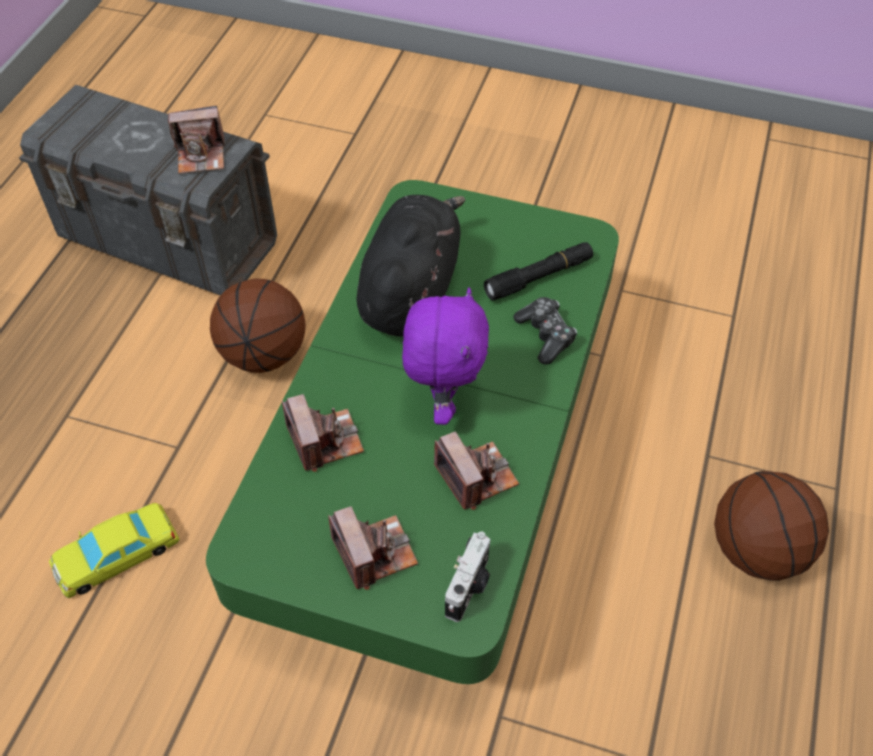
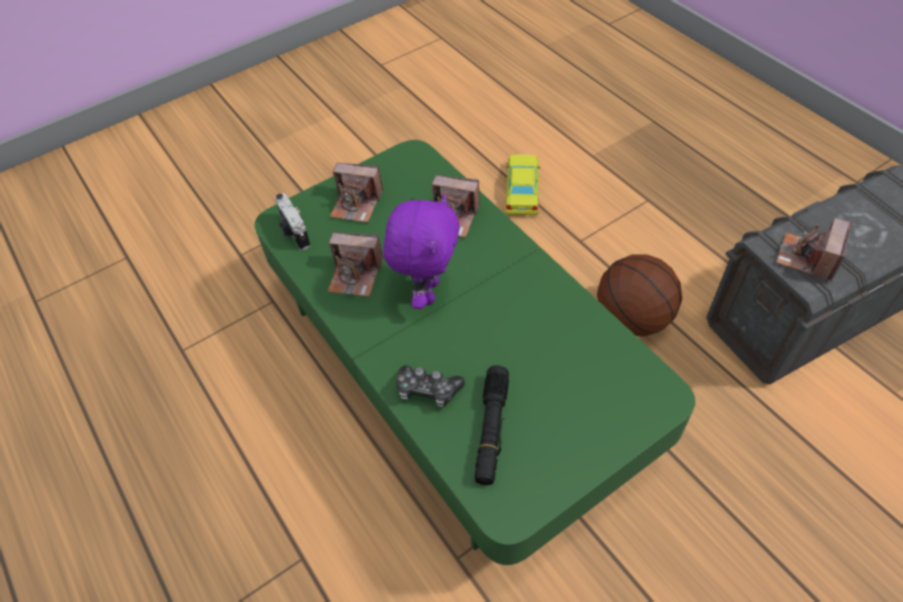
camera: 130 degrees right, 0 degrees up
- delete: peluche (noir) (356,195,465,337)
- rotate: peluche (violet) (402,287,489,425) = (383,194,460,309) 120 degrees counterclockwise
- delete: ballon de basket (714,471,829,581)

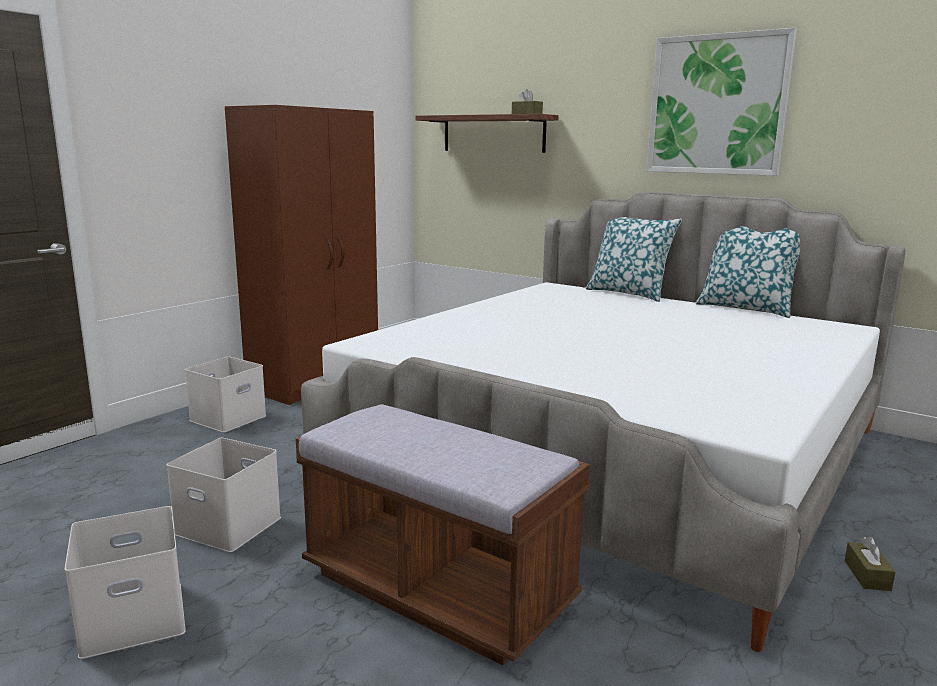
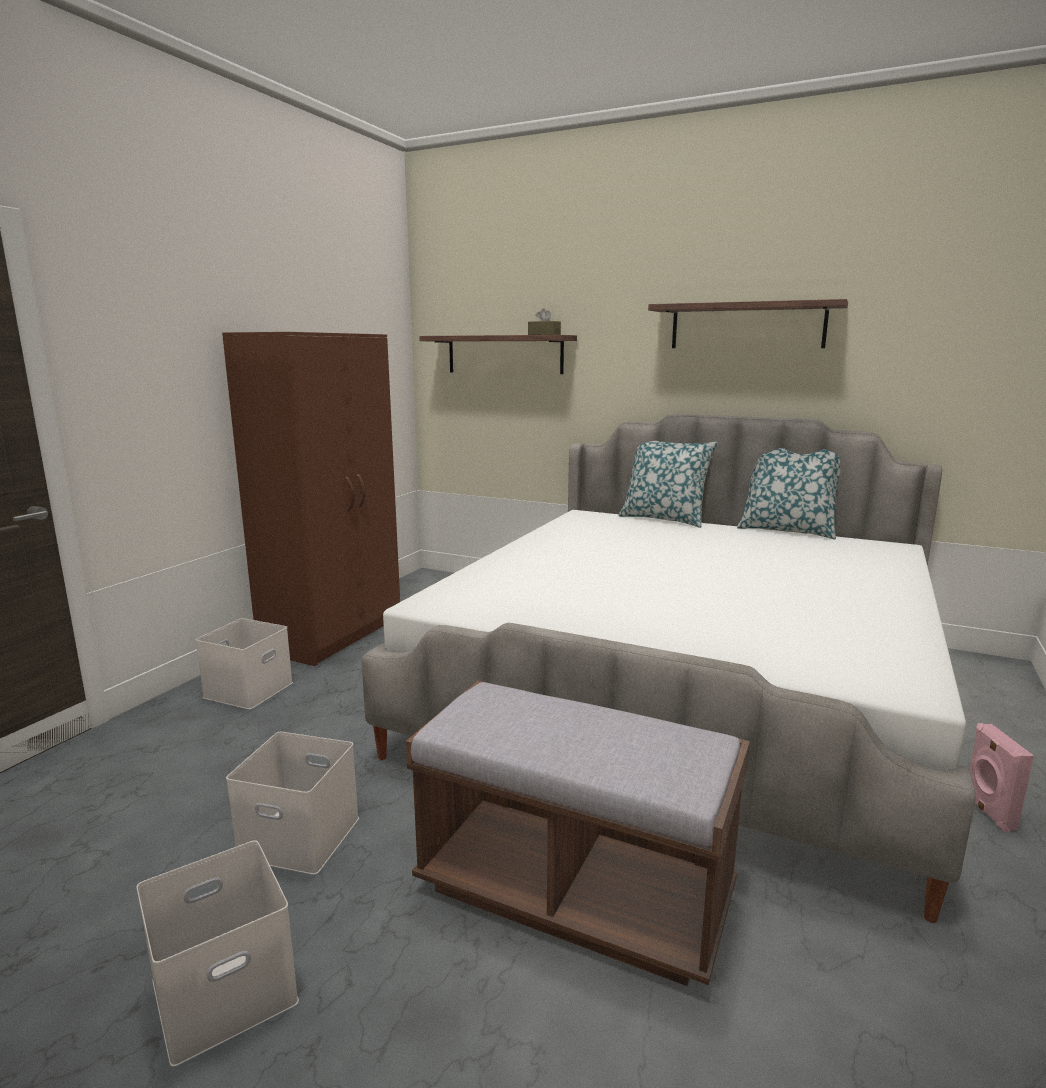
camera: 10 degrees left, 0 degrees up
- replace: tableau (647,28,797,176) to étagère (648,299,848,348)
- replace: boîte à mouchoirs (marron) (845,537,896,591) to enceinte (rose) (969,723,1034,832)

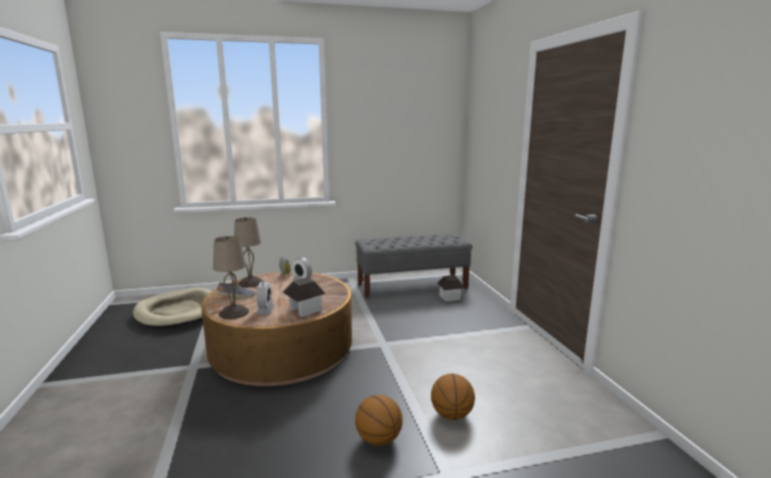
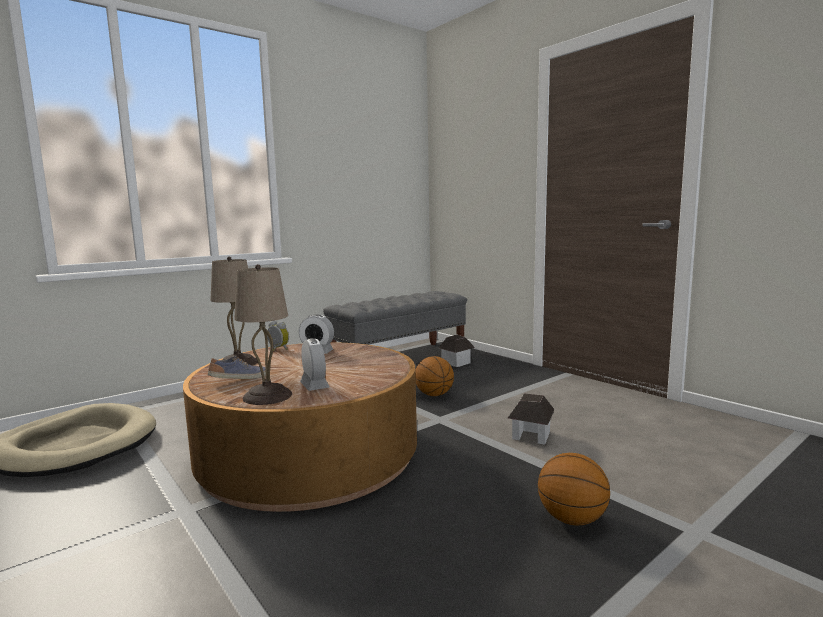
camera: 25 degrees left, 5 degrees down
- move: maison miniature (283,277,325,317) to (508,393,555,445)
- move: ballon de basket (431,374,475,420) to (415,356,454,396)

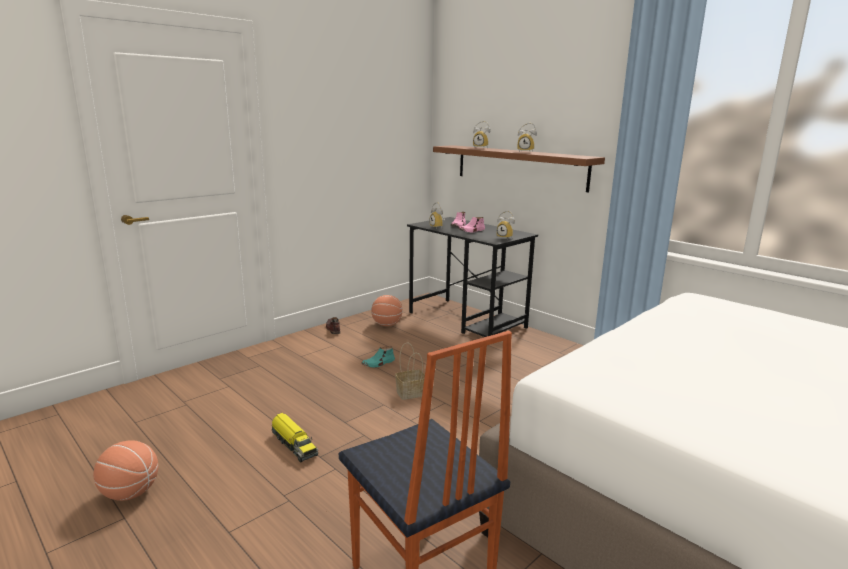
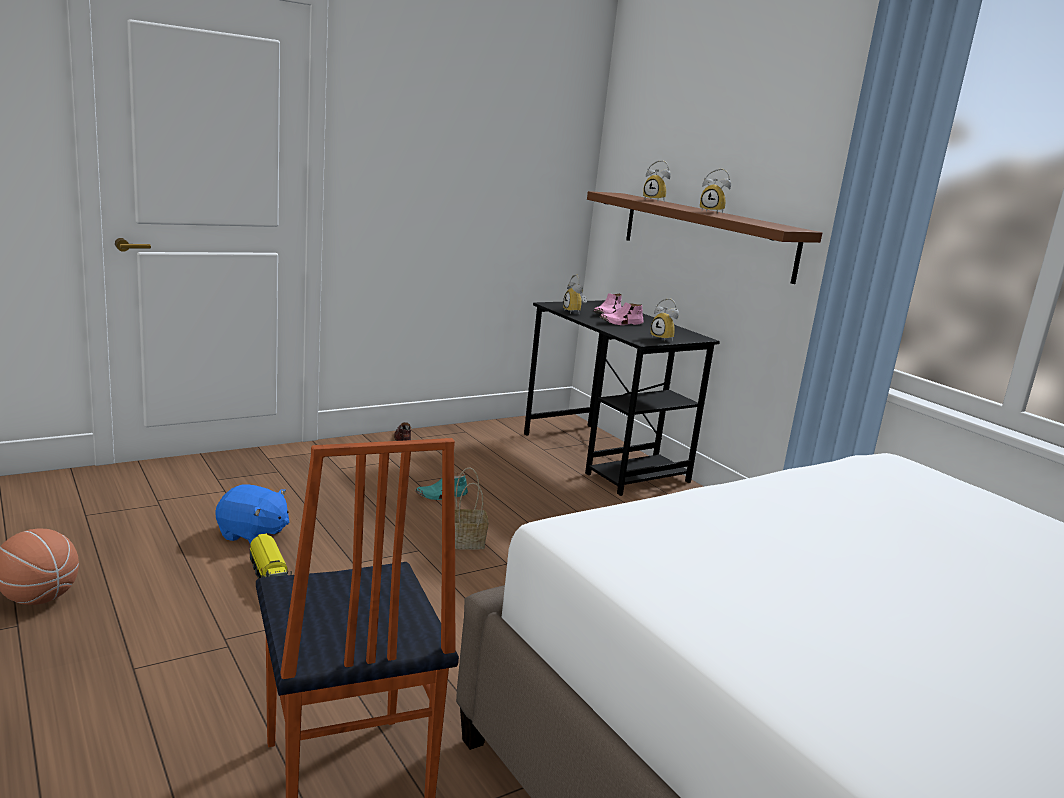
camera: 10 degrees right, 0 degrees up
- delete: ballon de basket (371,295,402,326)
- insert: peluche (bleu) (215,484,289,544)

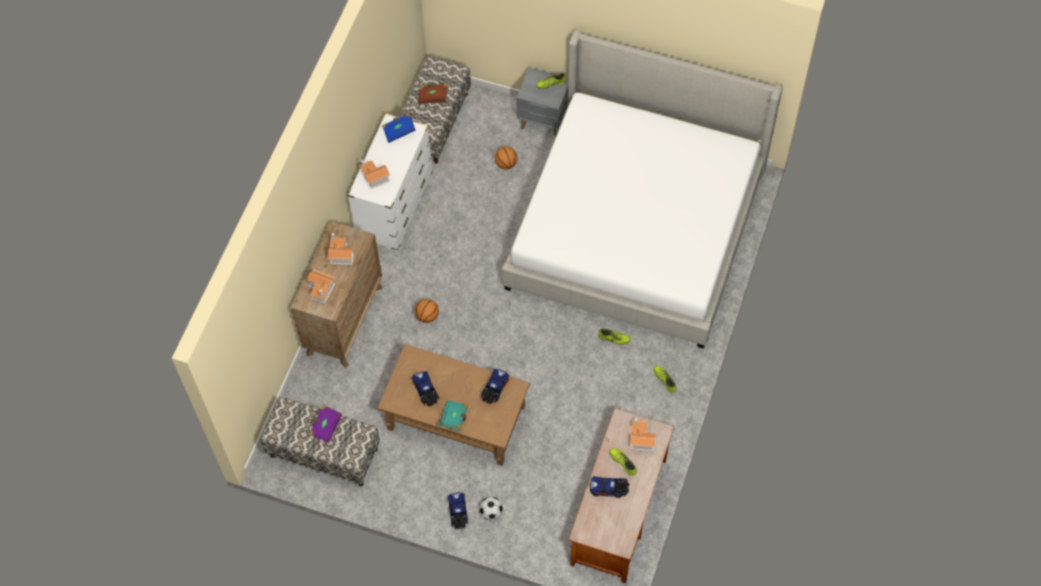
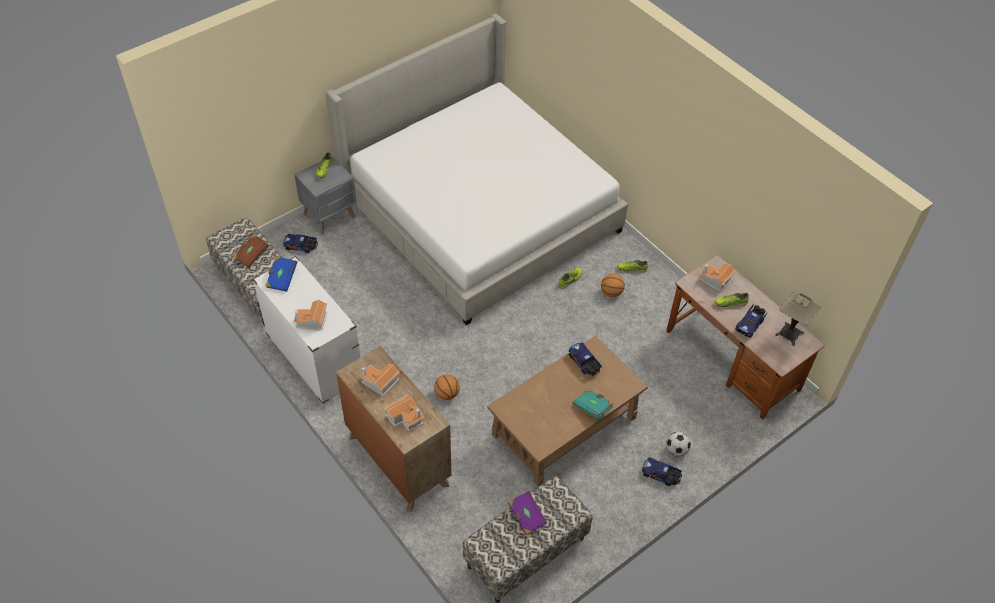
camera: 60 degrees left, 10 degrees down
- move: ballon de basket (495,147,518,170) to (601,274,625,297)
- move: camion jouet (412,371,439,406) to (283,234,318,253)
- insert: lampe de table (775,291,821,346)

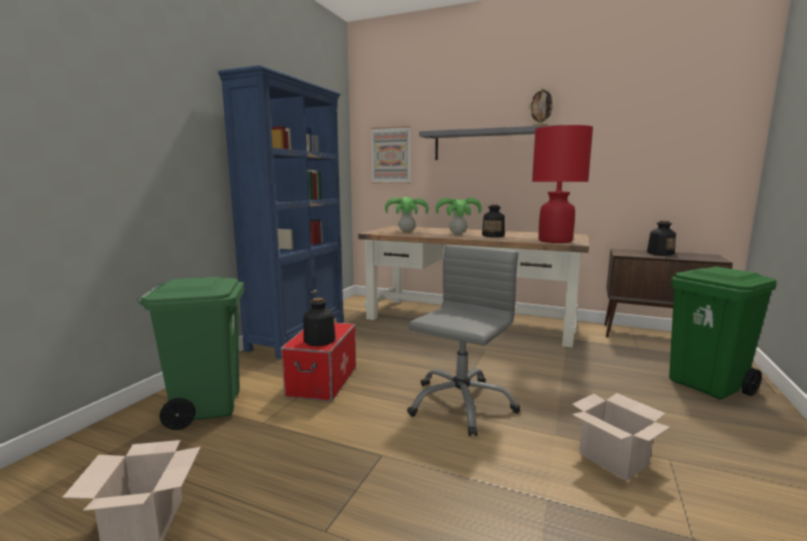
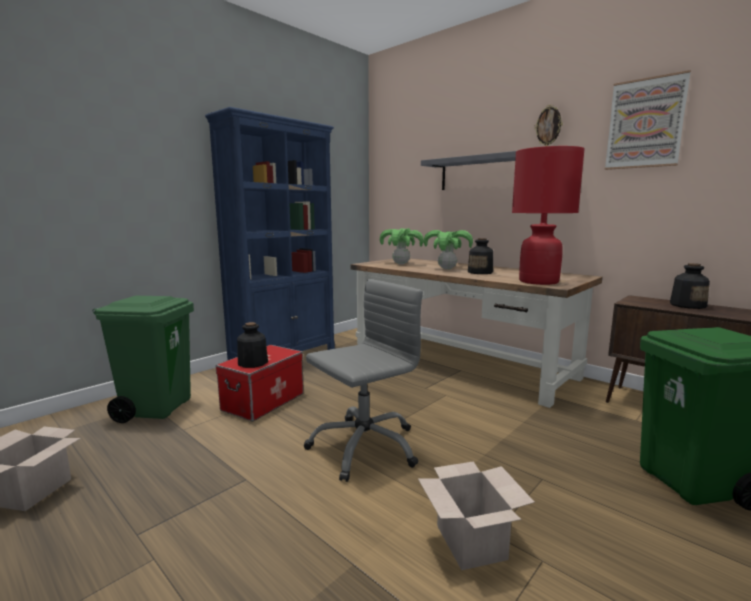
camera: 20 degrees right, 0 degrees up
- move: tableau (371,126,410,184) to (605,70,691,170)

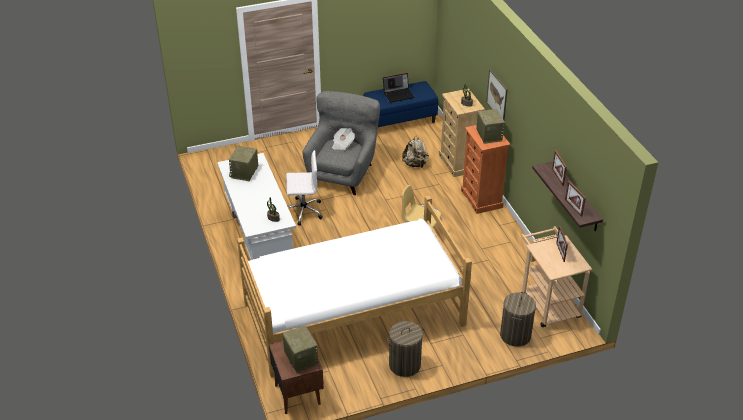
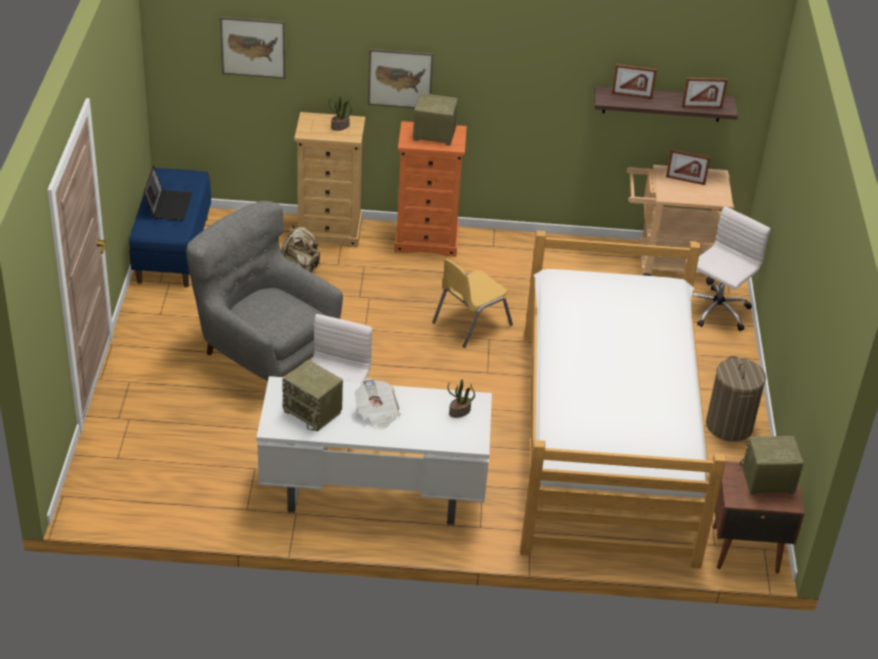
camera: 70 degrees left, 0 degrees up
- move: journal (332,128,355,150) to (354,378,401,430)
- replace: panier à linge (500,292,536,347) to chaise de bureau (blanc) (692,206,770,331)
- insert: tableau (220,17,286,79)

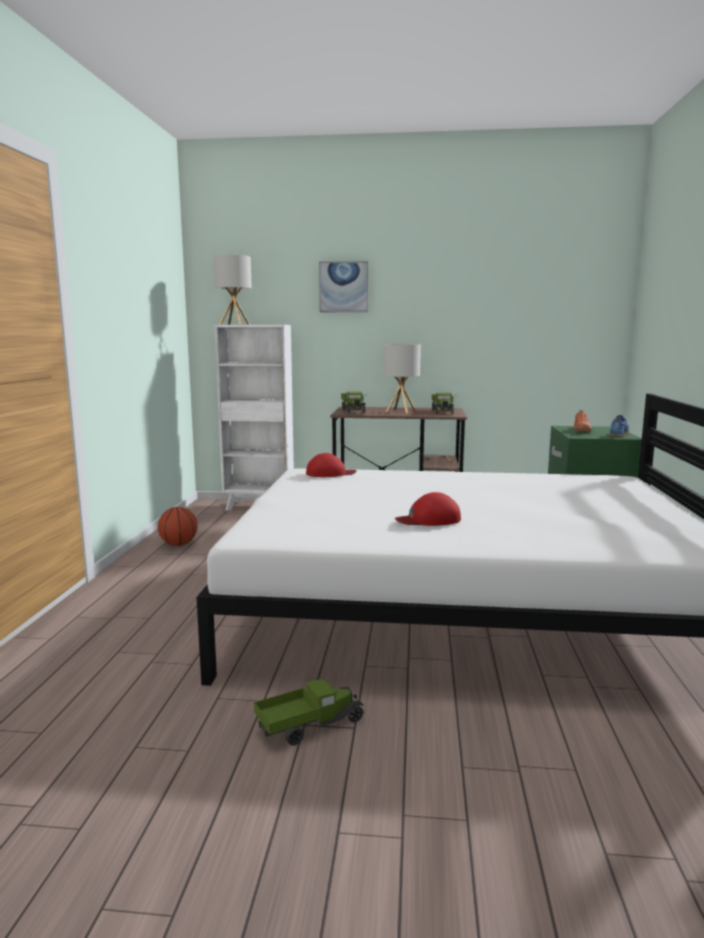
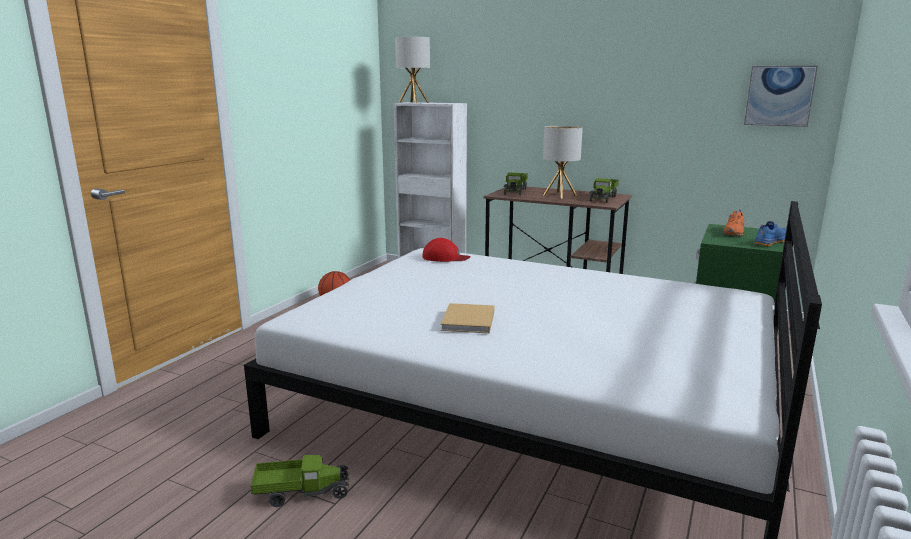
camera: 20 degrees right, 5 degrees up
- move: tableau (319,261,368,312) to (744,66,818,127)
- replace: casquette (rouge) (395,492,461,526) to livre (beige) (441,303,494,333)

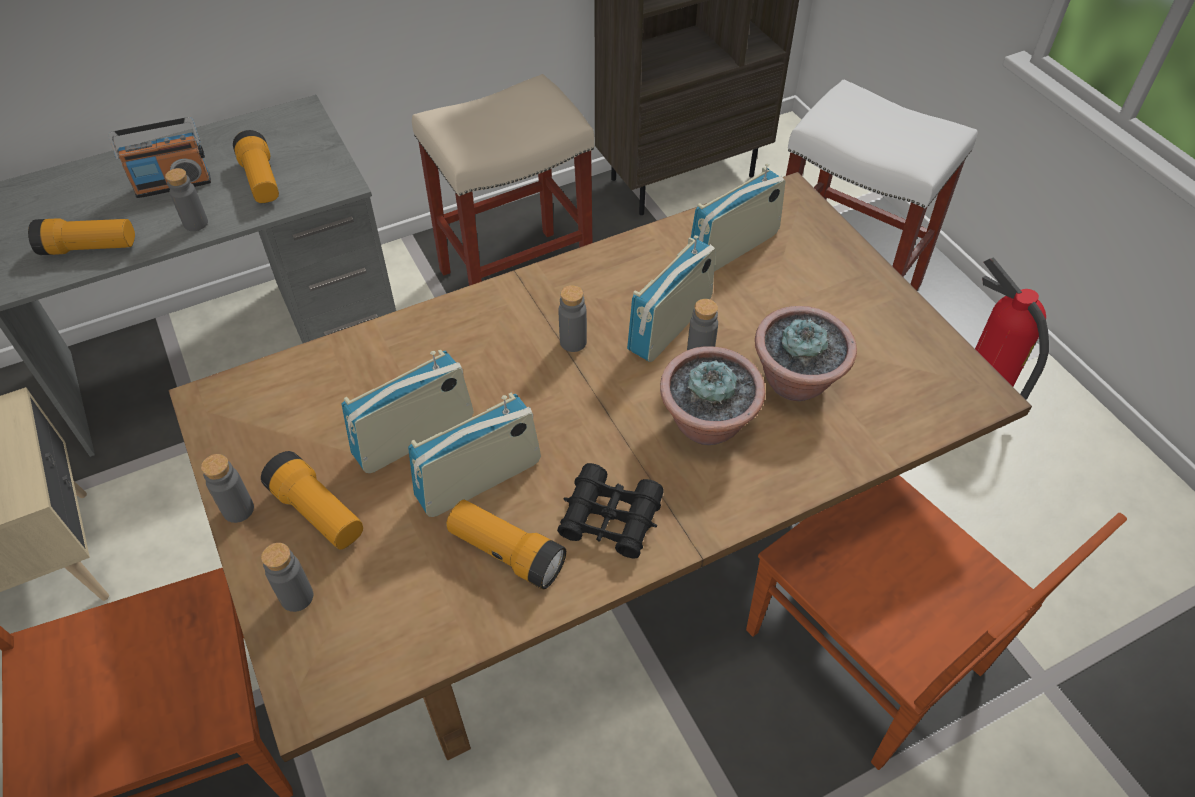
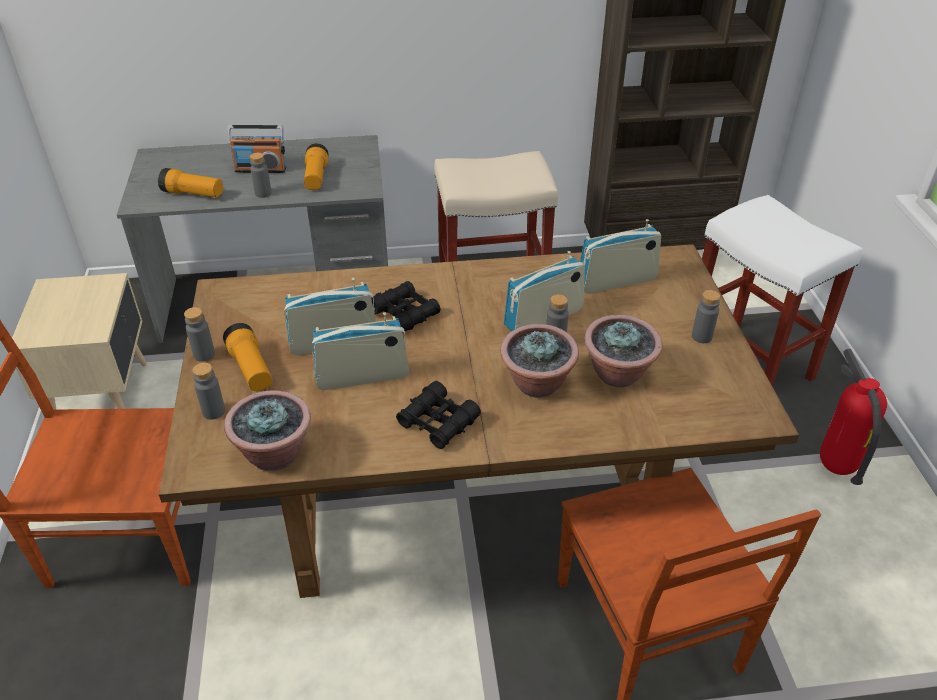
camera: 20 degrees right, 10 degrees down
- move: bouteille (gris) (559,285,587,352) to (692,290,720,343)
- delete: lampe de poche (446,500,566,589)
- insert: jumelles (noir) (371,281,441,333)
- insert: plante en pot (224,391,311,471)

